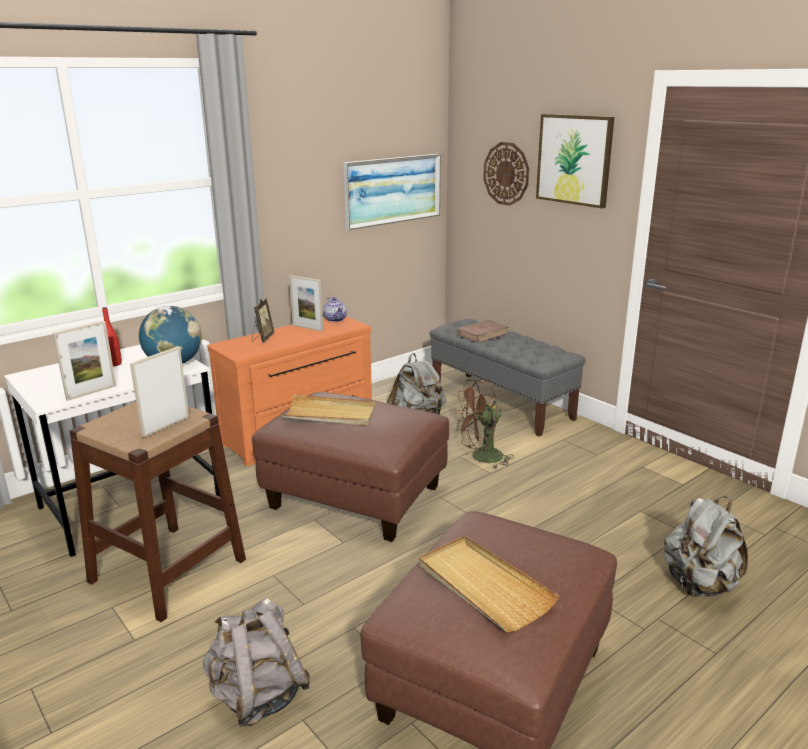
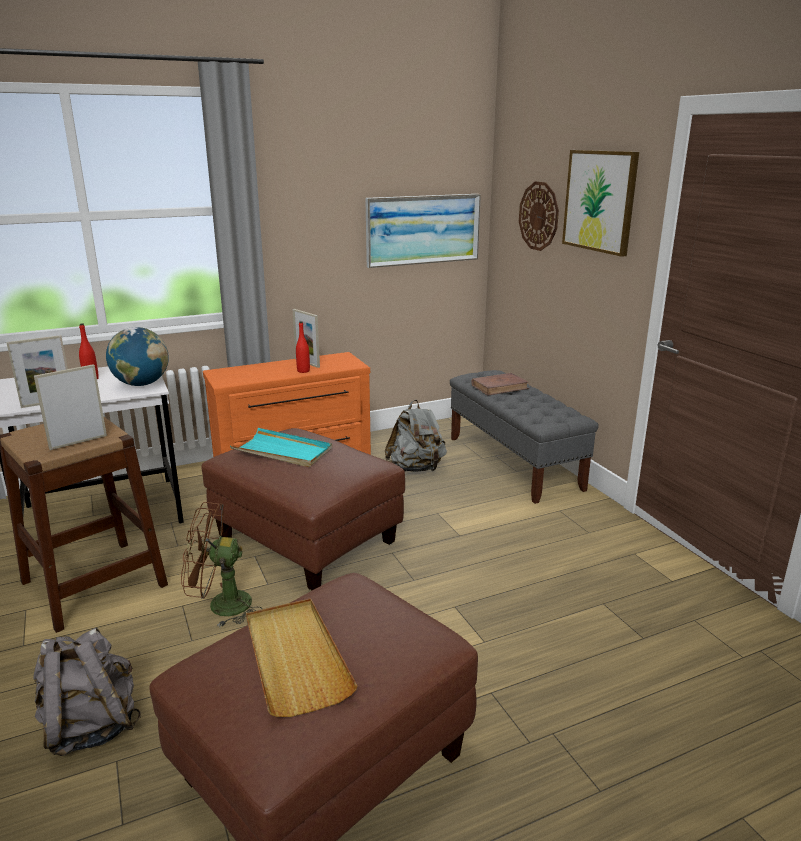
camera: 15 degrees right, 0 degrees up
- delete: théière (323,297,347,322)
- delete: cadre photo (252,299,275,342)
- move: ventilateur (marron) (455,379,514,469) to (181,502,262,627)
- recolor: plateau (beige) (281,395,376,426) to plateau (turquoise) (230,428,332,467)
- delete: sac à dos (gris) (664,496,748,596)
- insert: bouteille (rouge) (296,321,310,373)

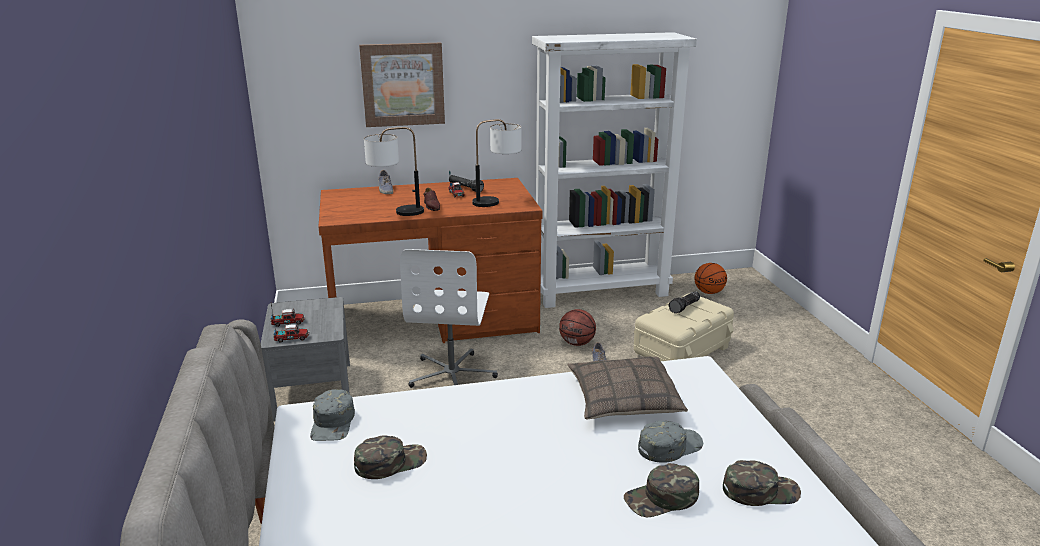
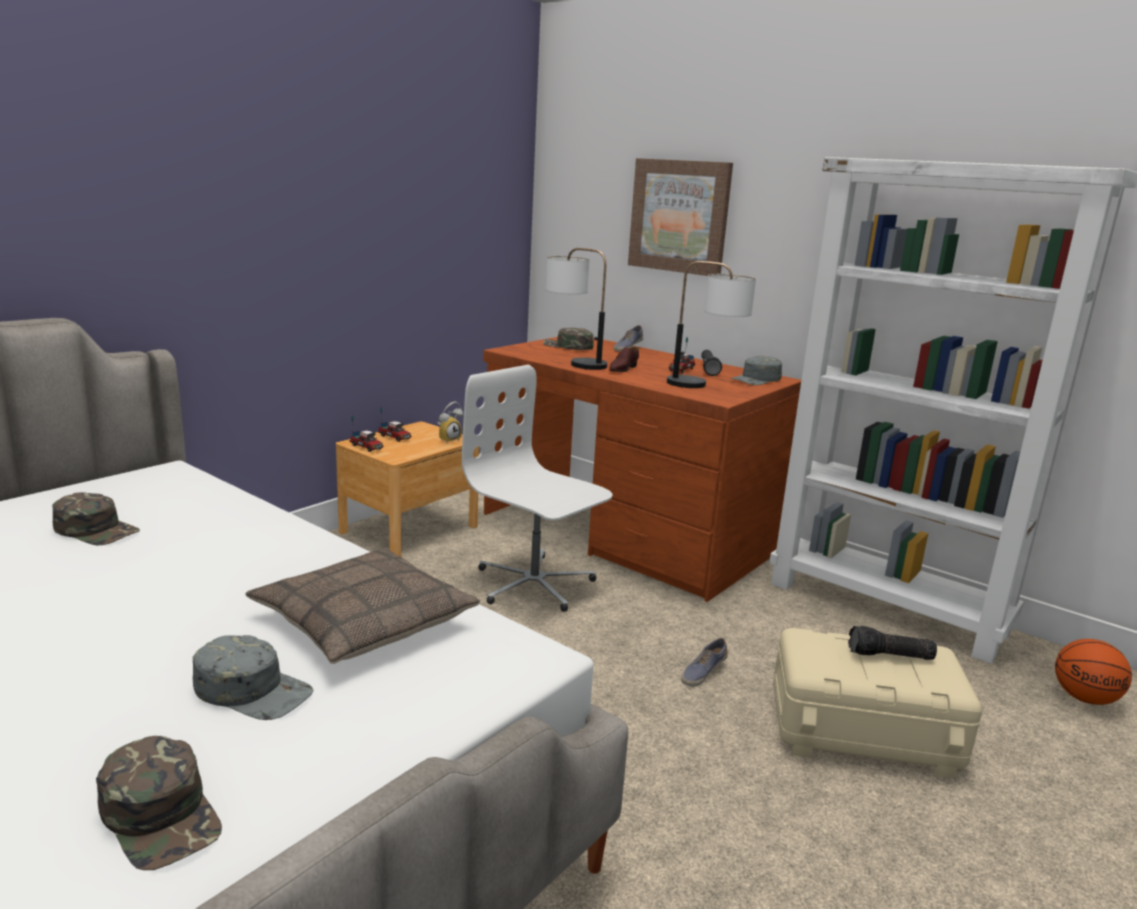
camera: 50 degrees right, 5 degrees down
- rotate: chaise de bureau (blanc) (400,249,498,388) = (462,365,612,612) 75 degrees clockwise
- recolor: table de chevet (gris) (261,297,350,421) to table de chevet (marron) (336,422,479,557)
- delete: ballon de basket (559,309,596,346)
- move: casquette (gris) (310,389,355,441) to (730,356,782,385)
- move: casquette (vert) (624,463,699,517) to (543,328,594,350)
- insert: réveil (437,401,463,442)

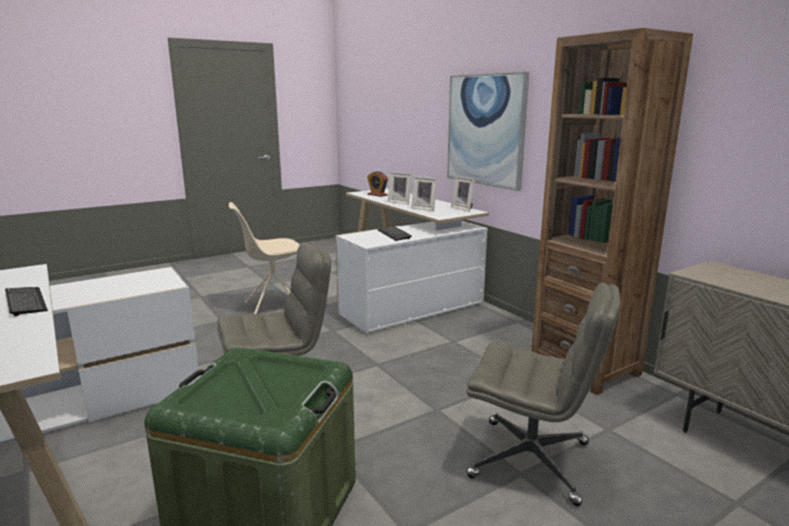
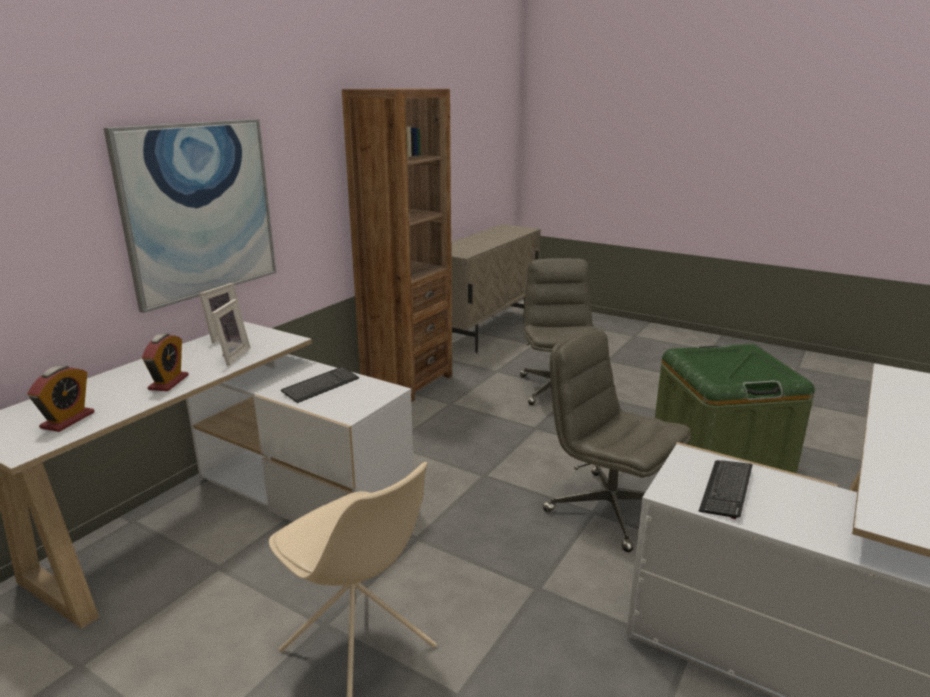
camera: 115 degrees left, 5 degrees up
- replace: cadre photo (388,172,412,204) to réveil (142,333,189,391)
- move: clavier (5,287,48,317) to (698,460,752,519)

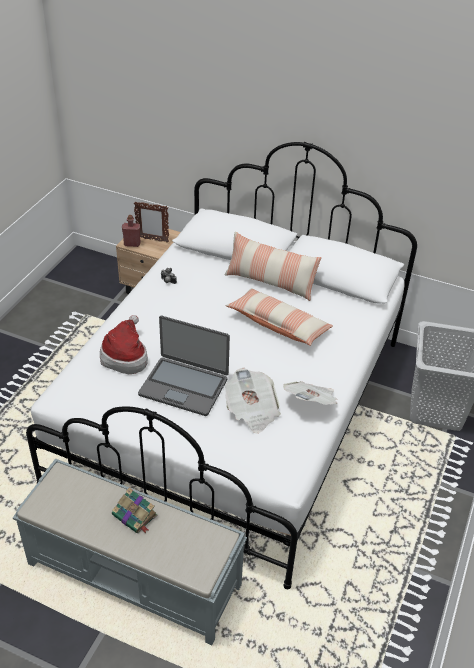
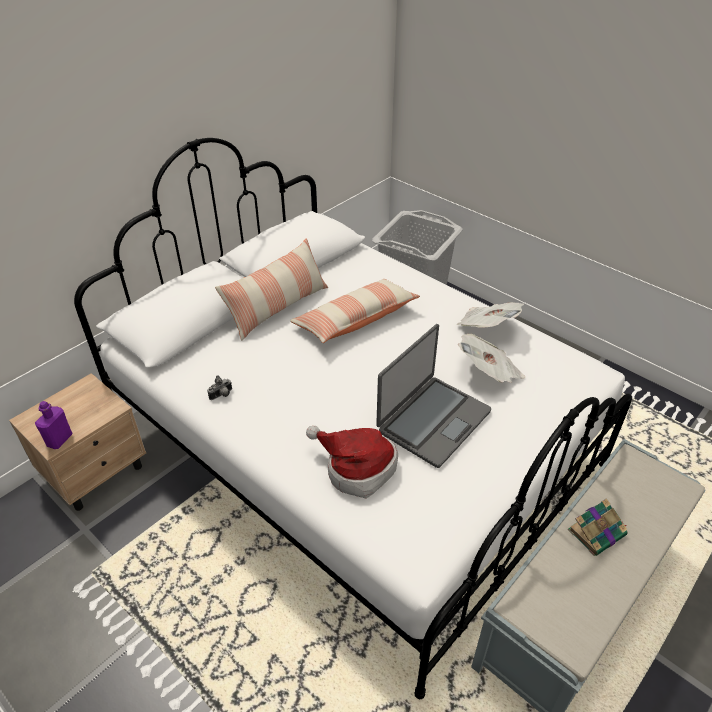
camera: 70 degrees left, 0 degrees up
- delete: cadre photo (134,201,169,243)
- recolor: bouteille (rouge) (122,215,141,247) to bouteille (violet) (35,401,73,449)

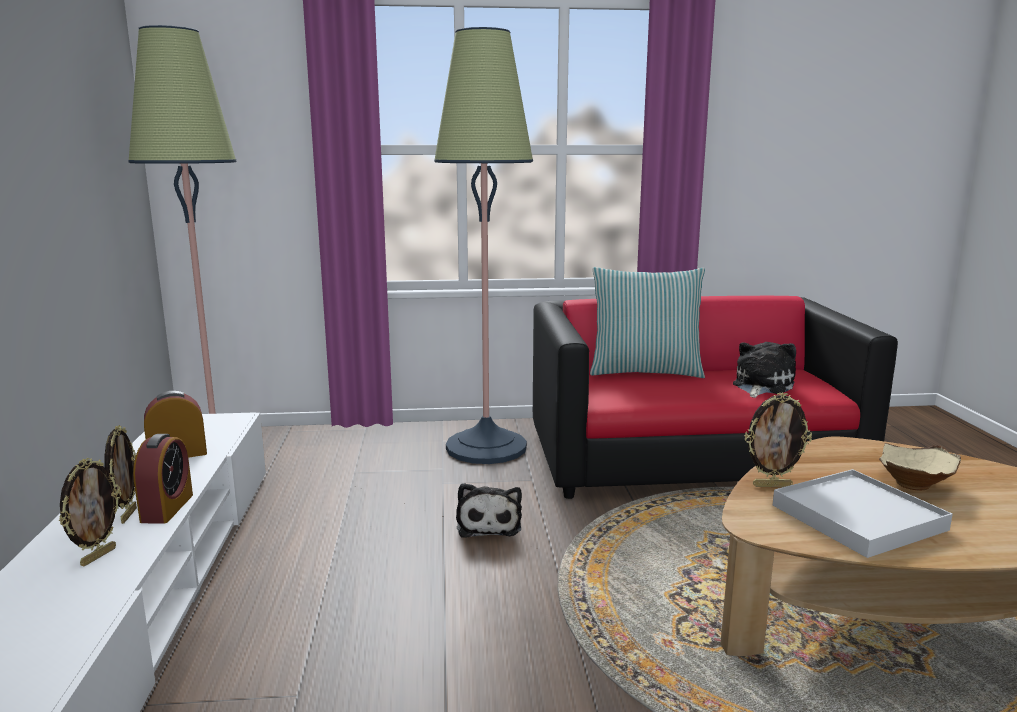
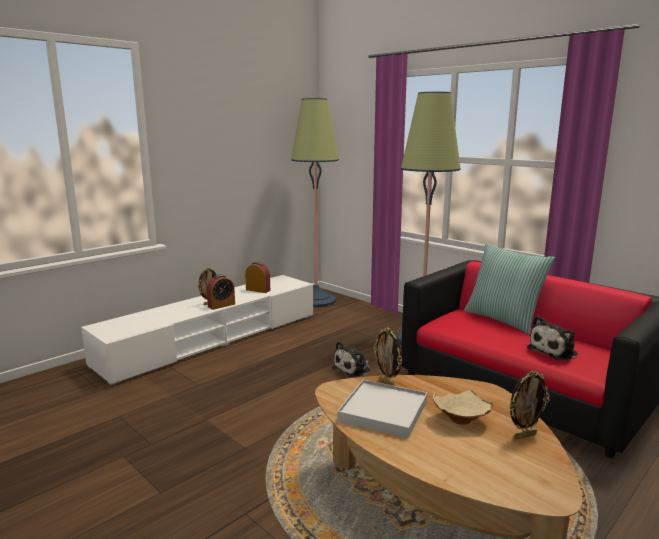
camera: 50 degrees right, 0 degrees up
- rotate: peluche (733,342,796,398) = (527,316,578,360) 150 degrees clockwise
- move: cadre photo (59,458,122,566) to (509,371,550,439)

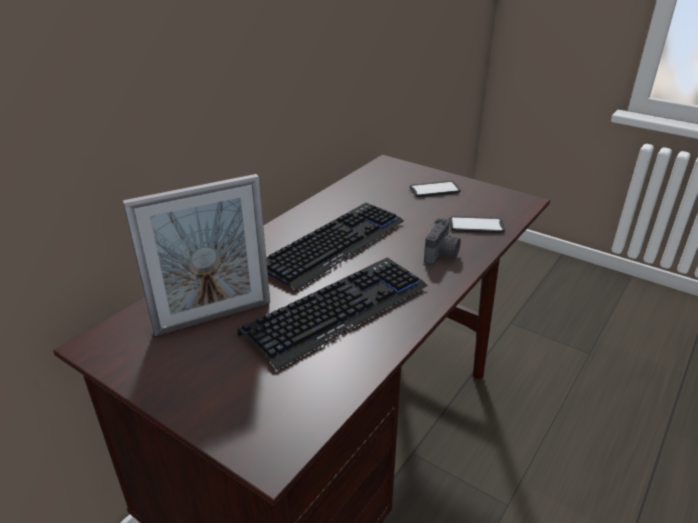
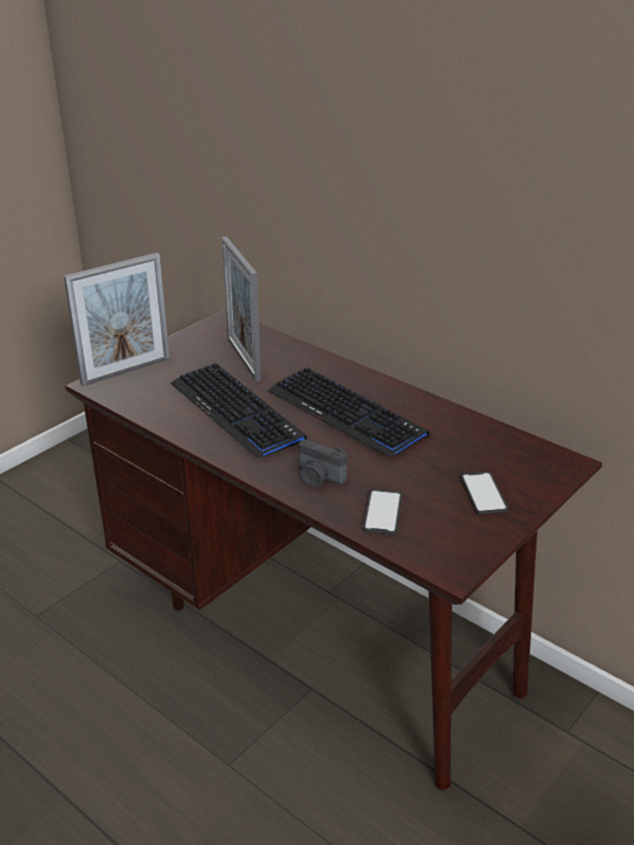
camera: 95 degrees right, 0 degrees up
- insert: cadre photo (64,253,170,386)

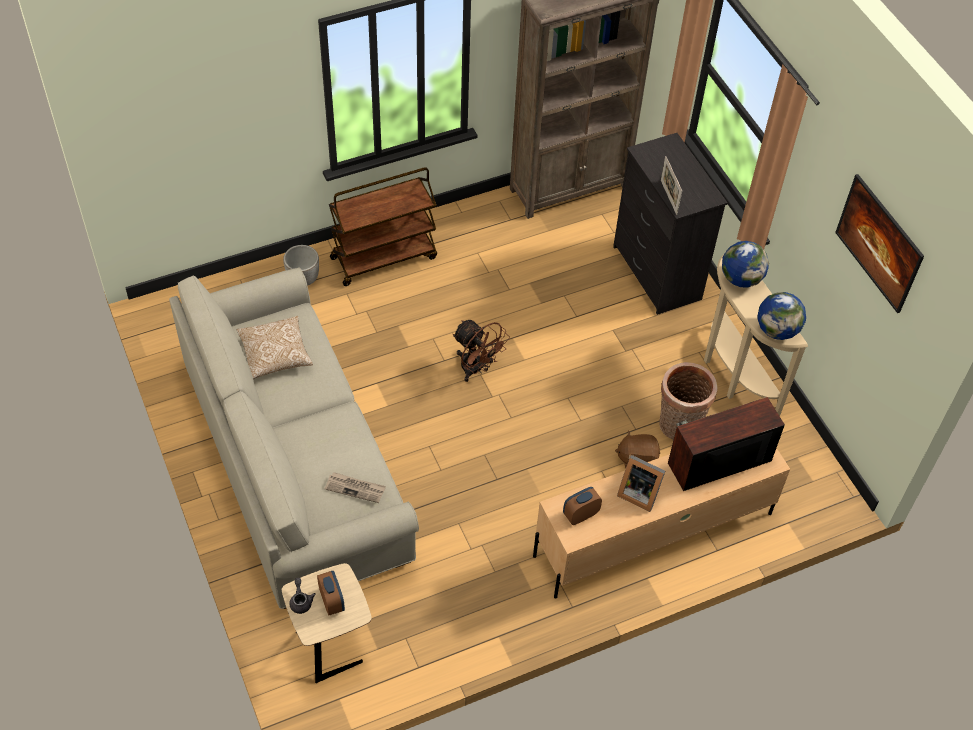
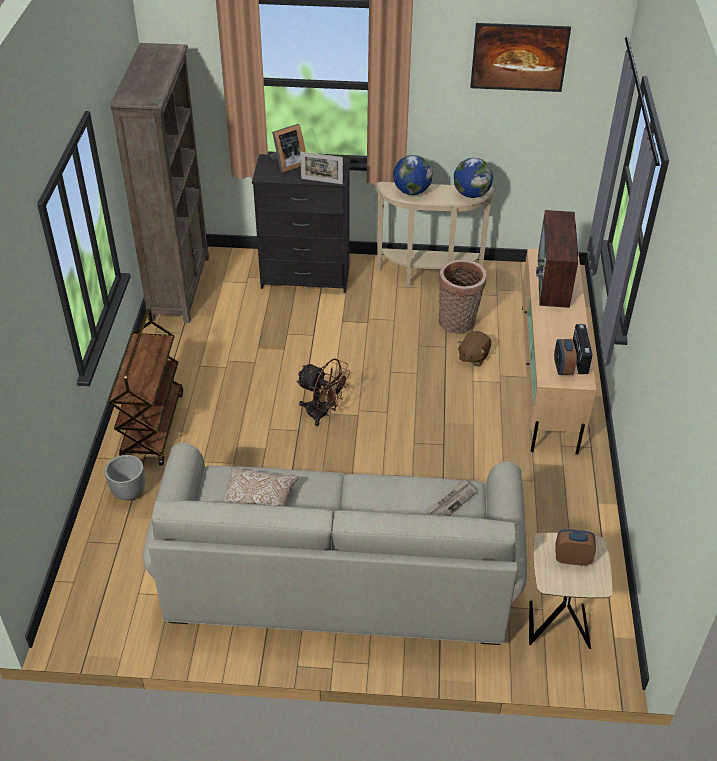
camera: 60 degrees left, 10 degrees down
- rotate: ventilateur (marron) (453,320,510,382) = (296,359,350,426) 45 degrees clockwise
- move: cadre photo (617,455,665,512) to (270,124,306,173)
- delete: théière (gris) (289,578,316,614)
- insert: radio (573,324,592,374)

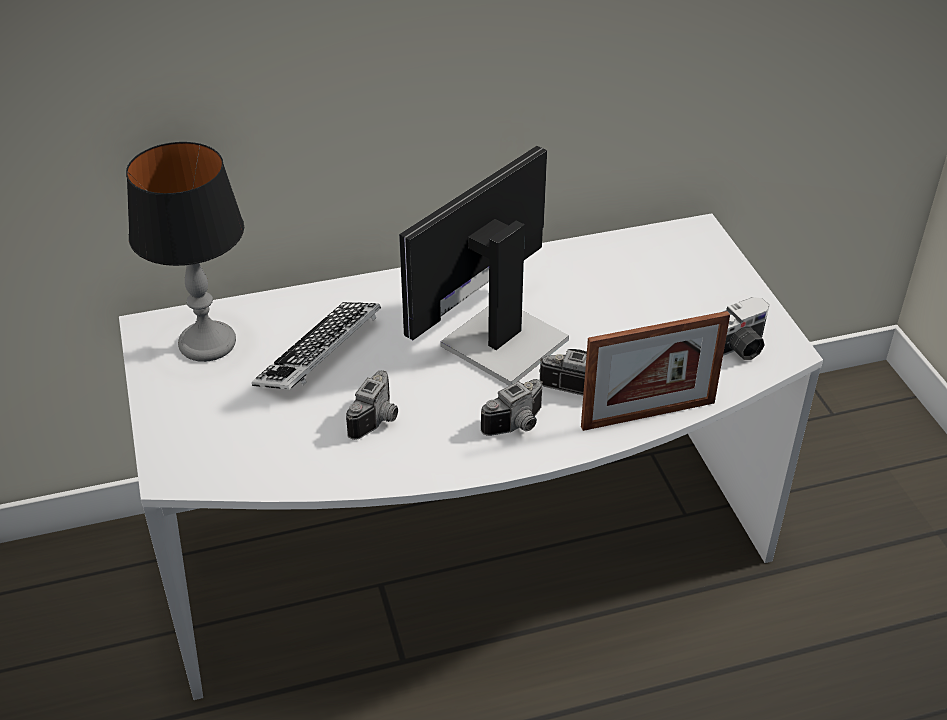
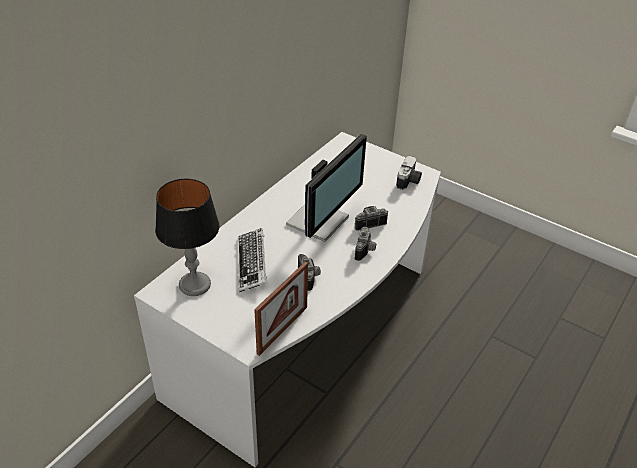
camera: 40 degrees left, 0 degrees up
- rotate: écran d'ordinateur (399,146,569,386) = (286,134,367,242) 150 degrees counterclockwise
- move: cadre photo (581,311,730,431) to (254,261,308,356)

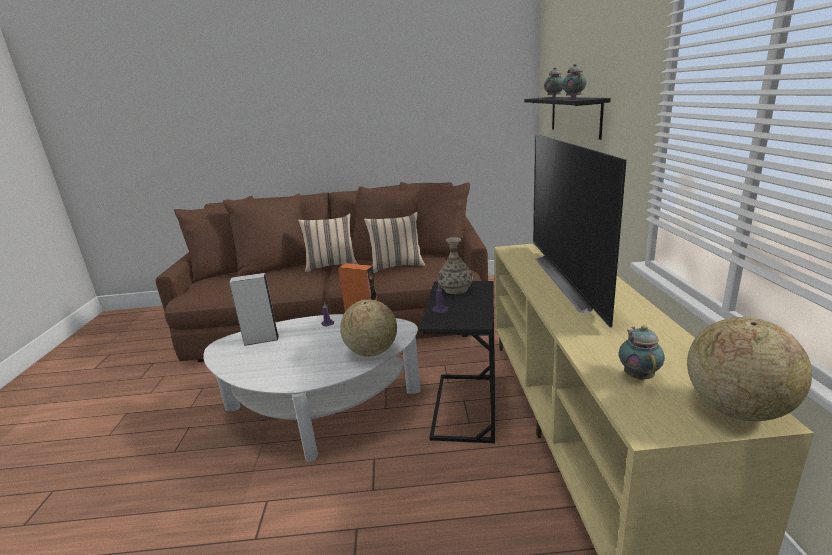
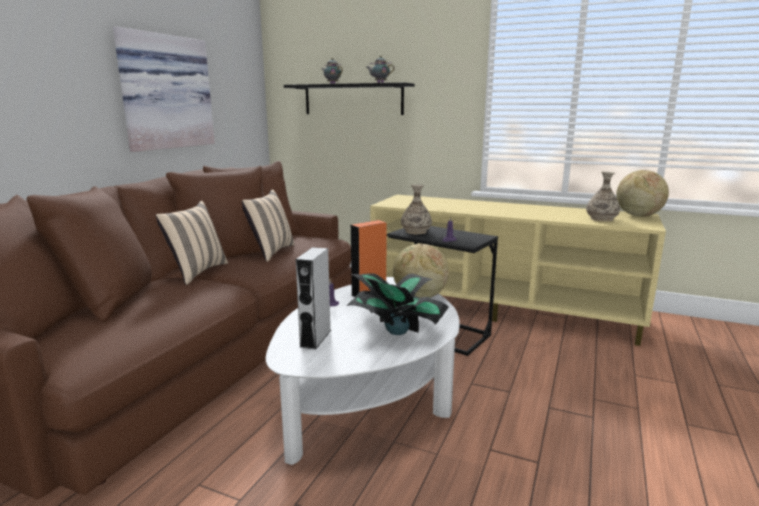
camera: 65 degrees left, 5 degrees down
- delete: téléviseur (533,134,627,328)
- replace: théière (619,326,665,380) to vase (586,171,620,221)
- insert: tableau (113,27,215,152)
- insert: plante en pot (347,273,449,335)

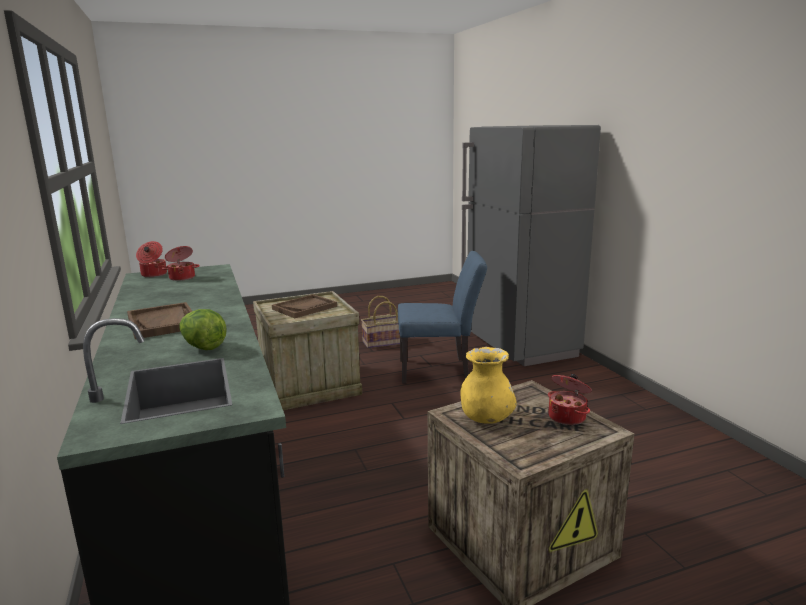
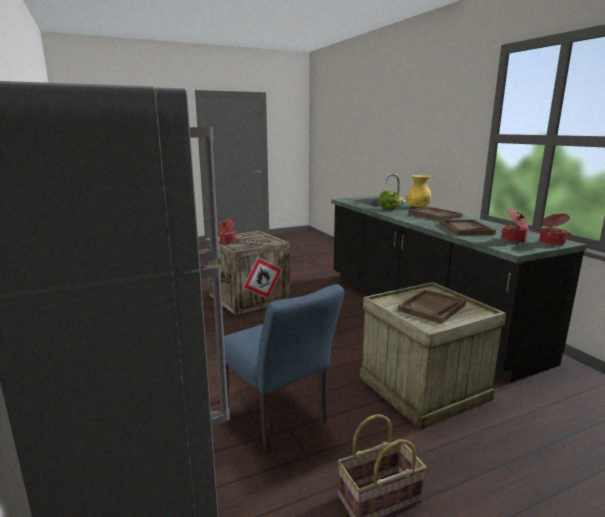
camera: 175 degrees right, 0 degrees up
- rotate: chaise (bleu) (398,251,487,384) = (216,284,344,452) 120 degrees counterclockwise
- move: vase (jaune) (461,347,517,424) to (406,175,431,207)
- insert: plateau (marron) (439,220,496,235)

